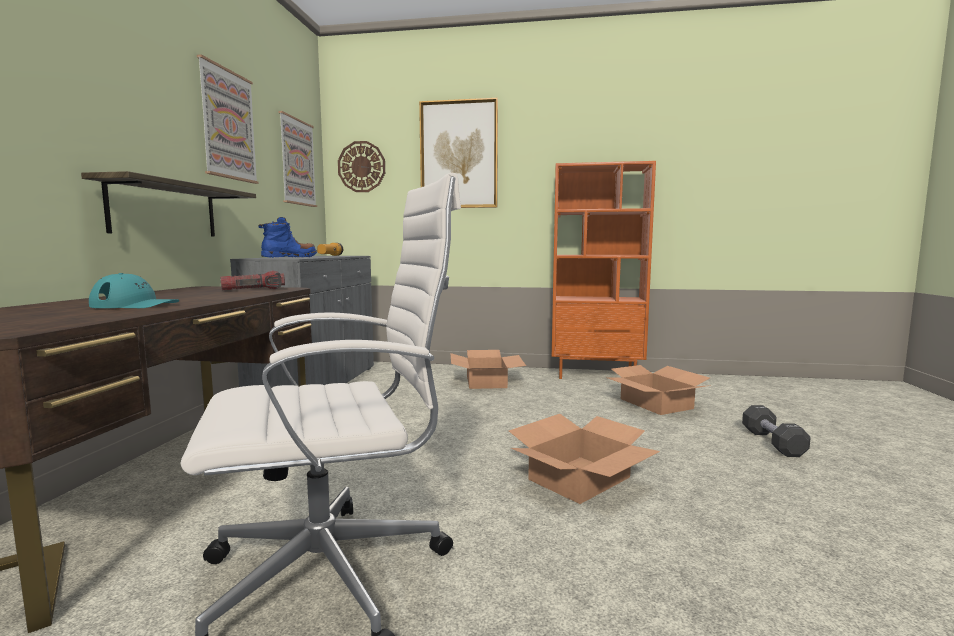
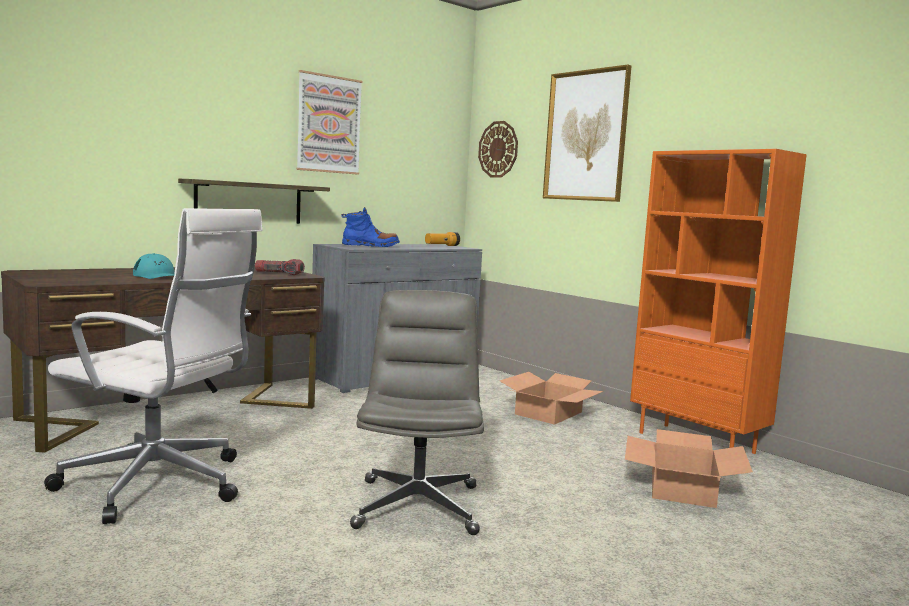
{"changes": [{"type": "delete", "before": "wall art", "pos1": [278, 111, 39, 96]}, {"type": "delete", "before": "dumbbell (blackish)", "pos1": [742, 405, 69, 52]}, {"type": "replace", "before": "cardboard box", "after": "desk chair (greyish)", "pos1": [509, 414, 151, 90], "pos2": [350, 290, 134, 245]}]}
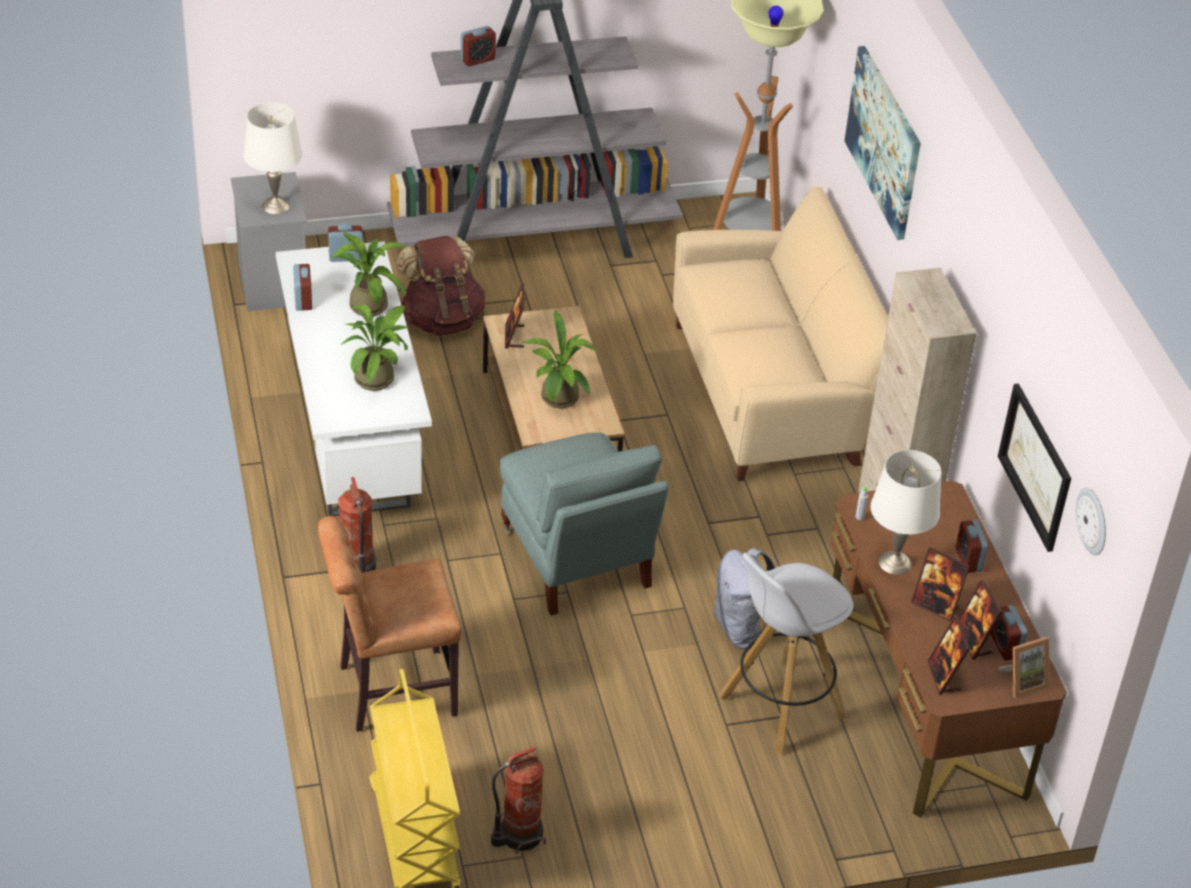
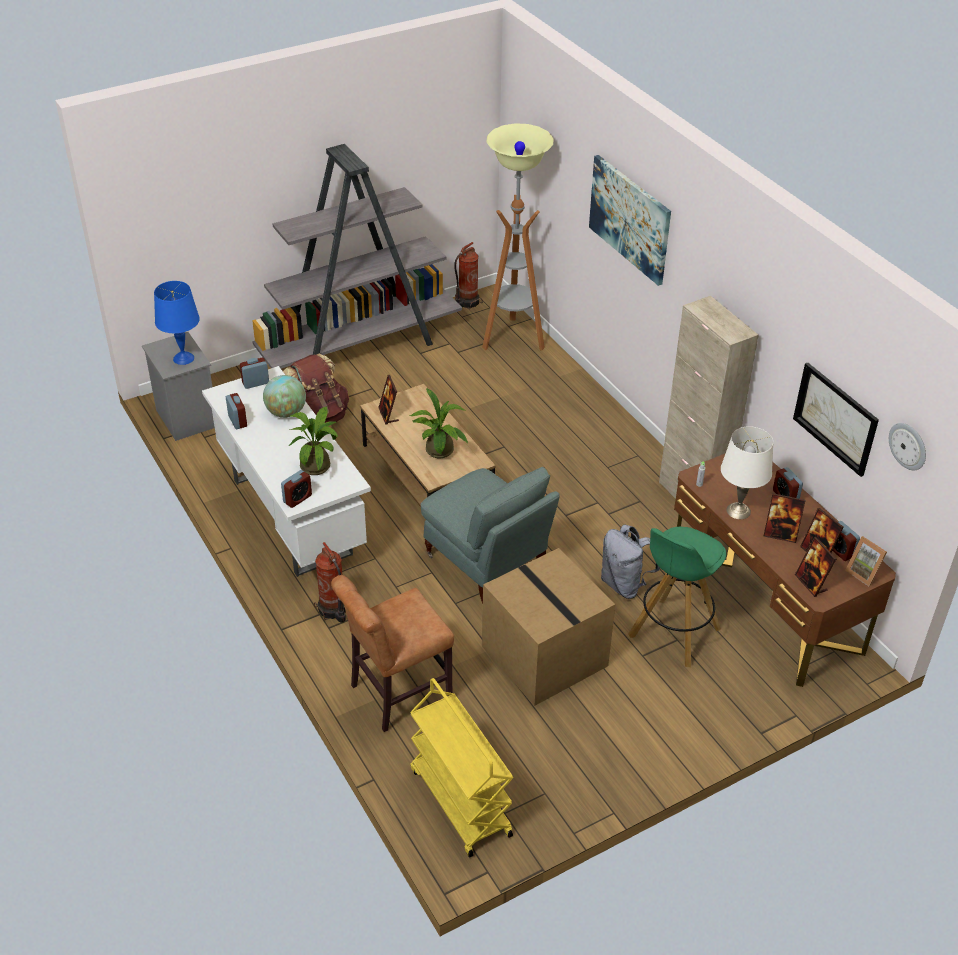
{"changes": [{"type": "delete", "before": "settee (beige-coloured)", "pos1": [673, 186, 215, 295]}, {"type": "insert", "after": "cardboard box", "pos2": [482, 548, 133, 158]}, {"type": "move", "before": "alarm clock", "pos1": [461, 26, 35, 40], "pos2": [281, 470, 31, 38]}, {"type": "move", "before": "fire-fighting cylinder", "pos1": [491, 747, 55, 107], "pos2": [454, 242, 28, 67]}, {"type": "replace", "before": "houseplant", "after": "world globe", "pos1": [330, 232, 77, 85], "pos2": [263, 375, 43, 43]}, {"type": "recolor", "before": "table lamp (whitish)", "after": "table lamp (bluish)", "pos1": [244, 102, 58, 112], "pos2": [154, 281, 46, 84]}, {"type": "recolor", "before": "sitting stool (whitish)", "after": "sitting stool (green-coloured)", "pos1": [720, 553, 134, 202], "pos2": [628, 527, 98, 140]}, {"type": "rotate", "before": "photo frame", "pos1": [999, 636, 50, 62], "pos2": [845, 536, 42, 50], "turn": 90}]}
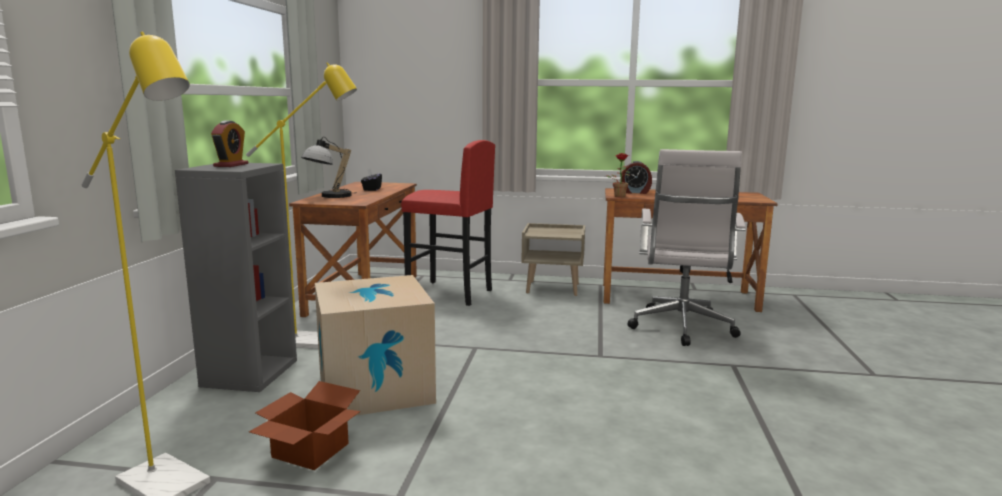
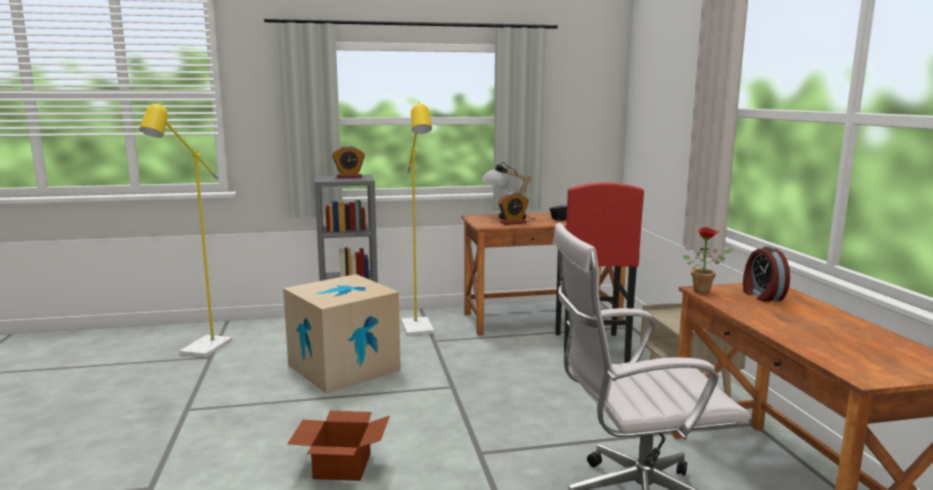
{"changes": [{"type": "insert", "after": "alarm clock", "pos2": [498, 192, 31, 33]}, {"type": "move", "before": "cardboard box", "pos1": [249, 381, 112, 89], "pos2": [287, 411, 103, 70]}]}
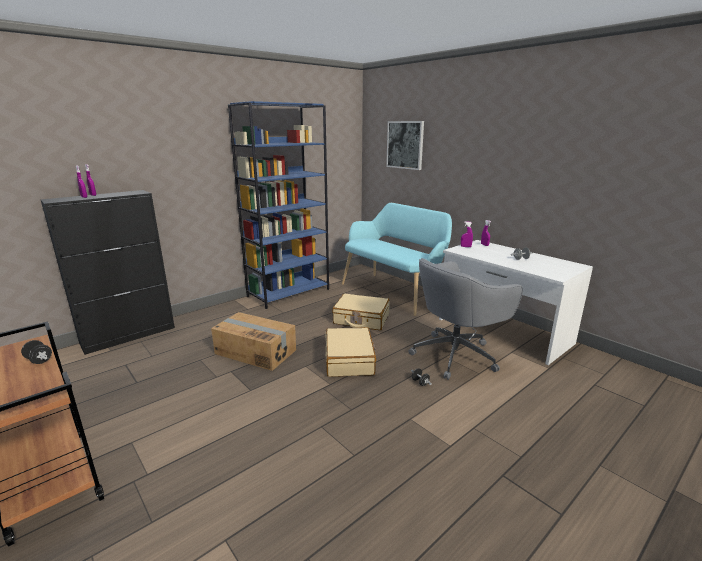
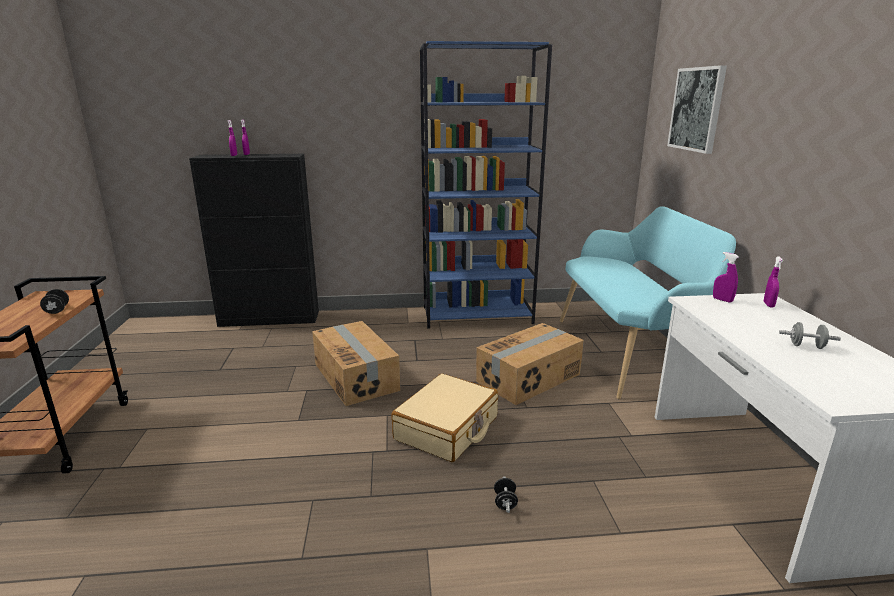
{"changes": [{"type": "delete", "before": "desk chair (greyish)", "pos1": [409, 258, 114, 122]}, {"type": "replace", "before": "suitcase (beige-coloured)", "after": "cardboard box", "pos1": [332, 293, 58, 37], "pos2": [476, 323, 108, 82]}]}
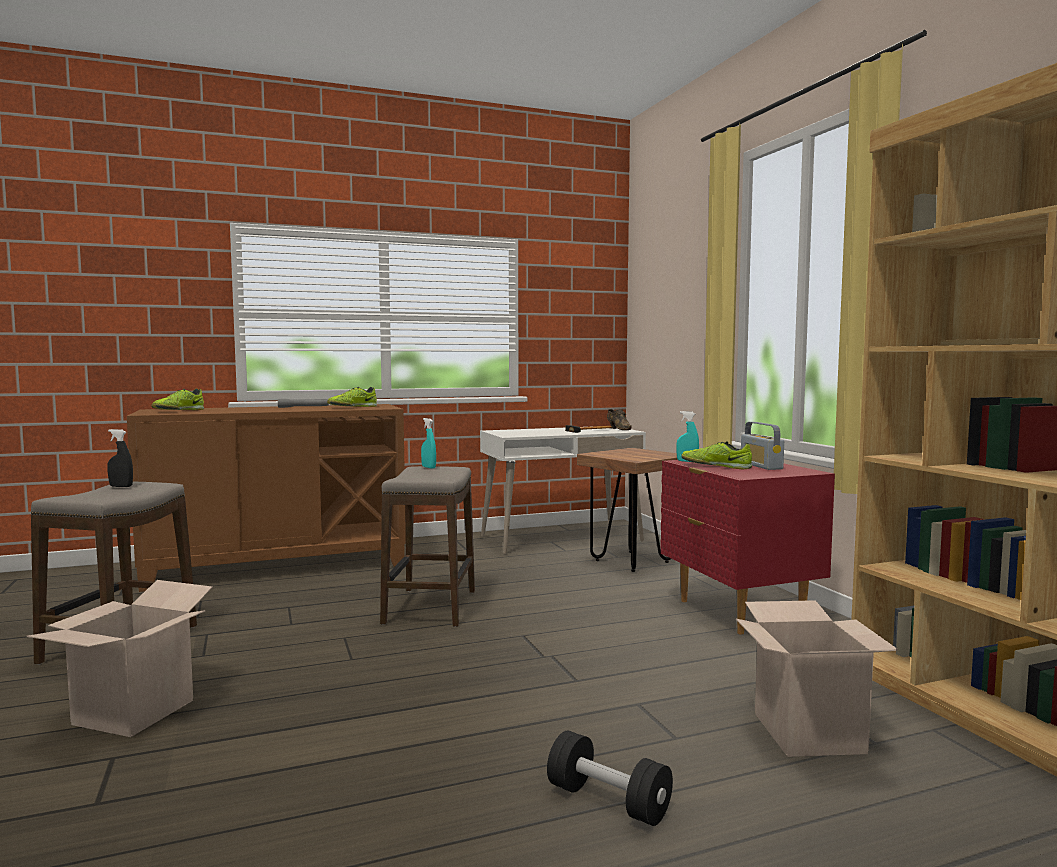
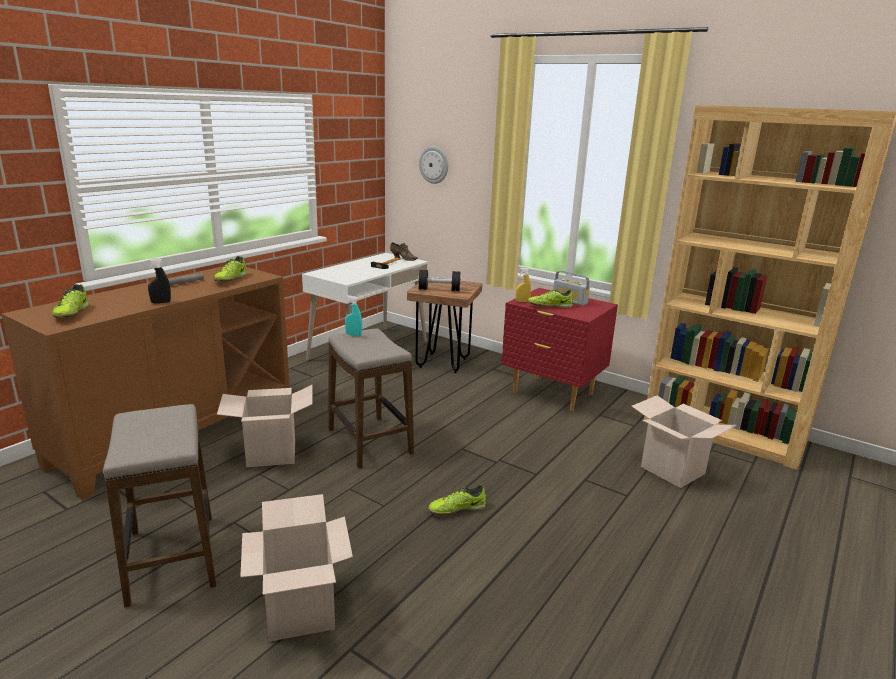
{"changes": [{"type": "insert", "after": "cardboard box", "pos2": [217, 385, 96, 82]}, {"type": "insert", "after": "wall clock", "pos2": [419, 146, 29, 38]}, {"type": "insert", "after": "low shoe", "pos2": [428, 484, 58, 31]}, {"type": "move", "before": "spray bottle (blackish)", "pos1": [107, 429, 26, 58], "pos2": [147, 258, 24, 46]}, {"type": "move", "before": "dumbbell (blackish)", "pos1": [547, 731, 126, 95], "pos2": [418, 270, 43, 21]}, {"type": "recolor", "before": "spray bottle (blue-green)", "after": "spray bottle (yellow-coloured)", "pos1": [676, 411, 23, 51], "pos2": [516, 268, 15, 34]}]}
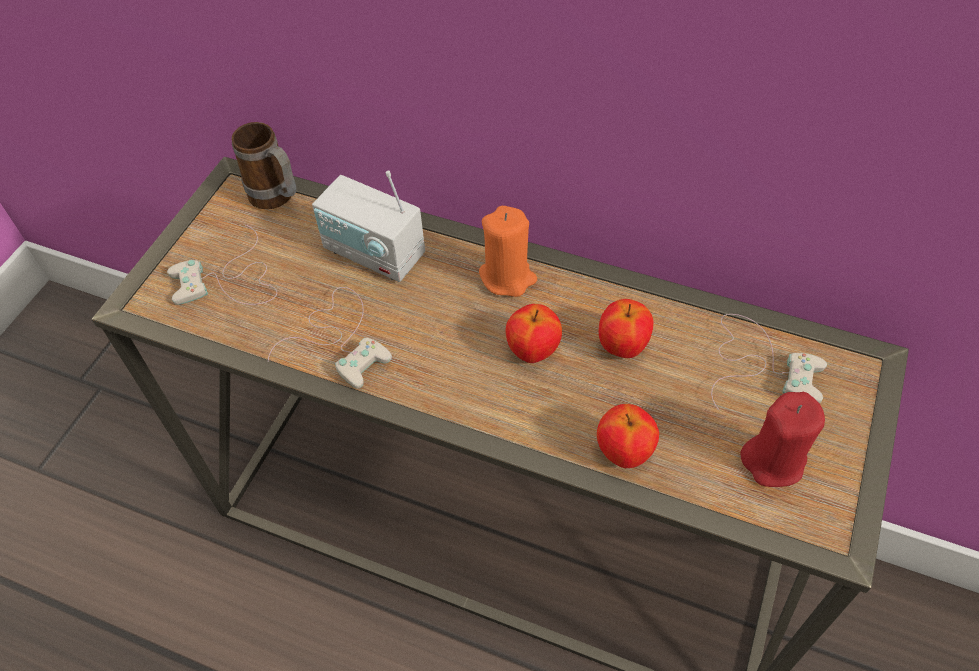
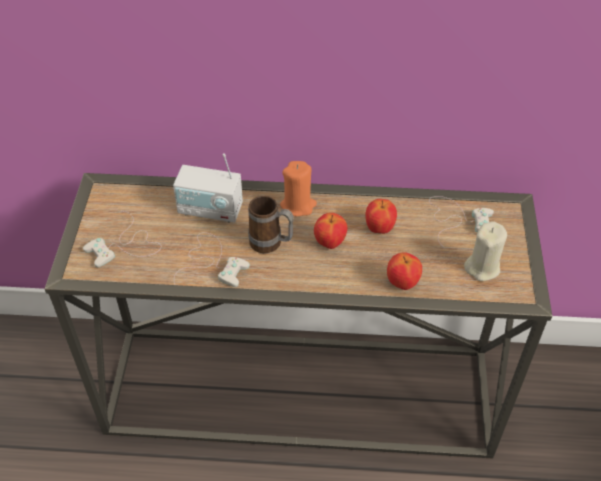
{"changes": [{"type": "move", "before": "mug", "pos1": [231, 122, 66, 87], "pos2": [248, 196, 46, 57]}, {"type": "recolor", "before": "wax light (red)", "after": "wax light (beige-coloured)", "pos1": [740, 392, 85, 95], "pos2": [464, 221, 43, 60]}]}
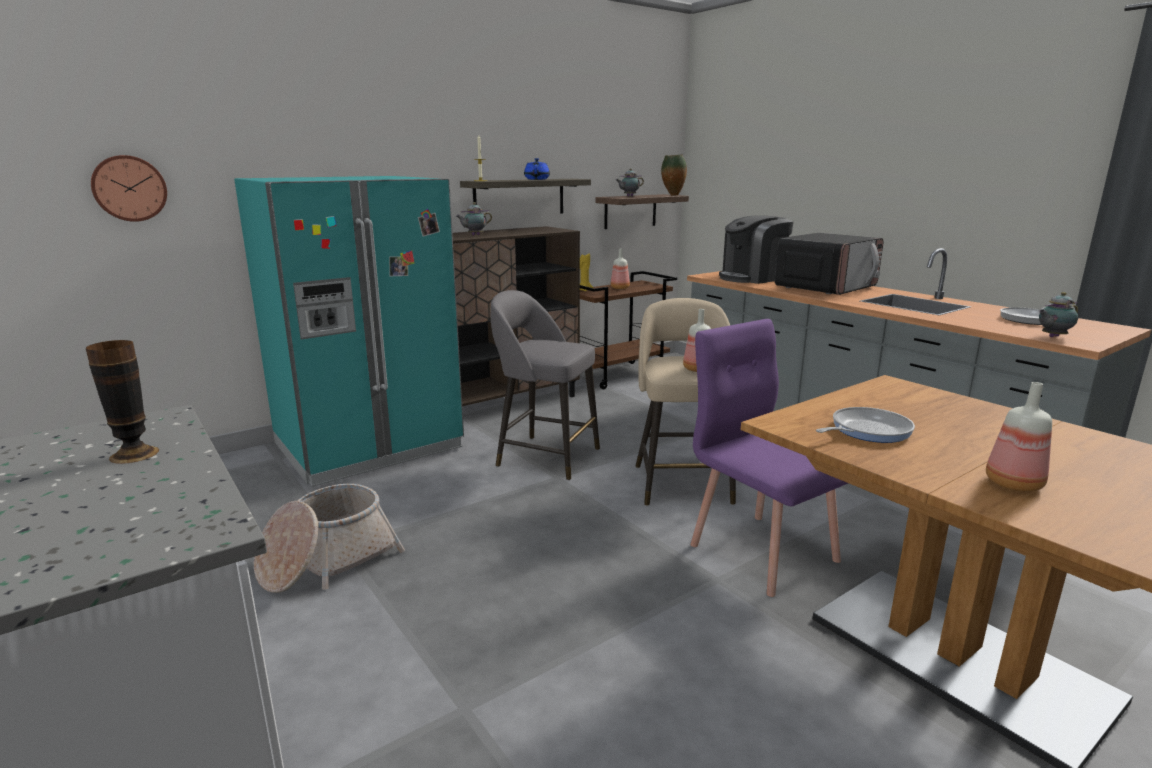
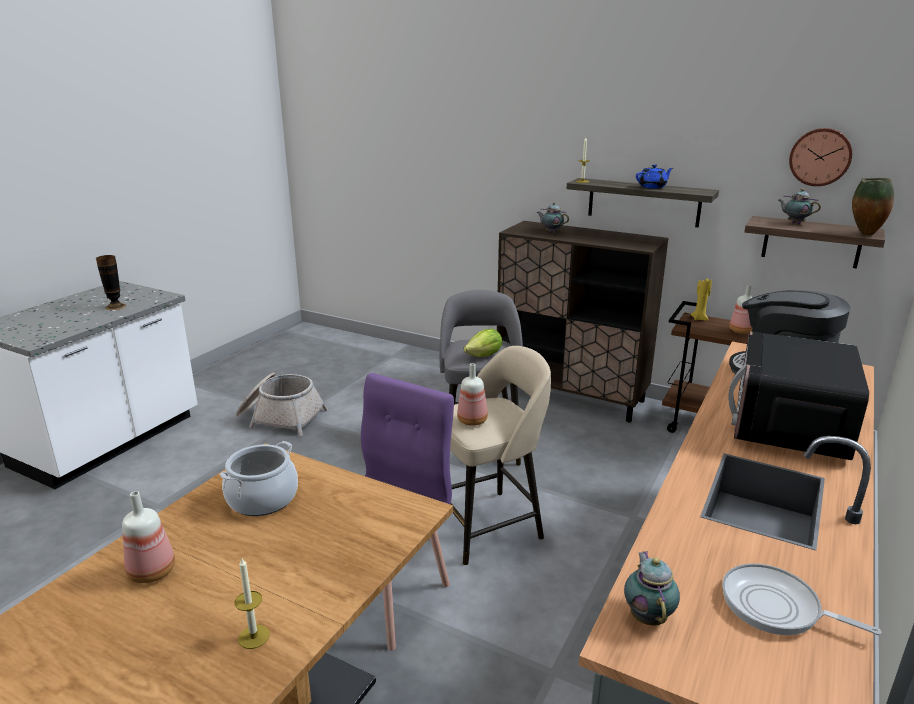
{"changes": [{"type": "delete", "before": "fridge (blue-green)", "pos1": [234, 176, 230, 311]}, {"type": "insert", "after": "wax light", "pos2": [235, 558, 35, 91]}, {"type": "insert", "after": "head of lettuce", "pos2": [464, 329, 38, 28]}, {"type": "move", "before": "wall clock", "pos1": [91, 155, 76, 67], "pos2": [789, 128, 63, 58]}, {"type": "replace", "before": "frying pan", "after": "saucepot", "pos1": [816, 407, 99, 36], "pos2": [220, 441, 78, 75]}, {"type": "rotate", "before": "microwave", "pos1": [775, 233, 108, 62], "pos2": [728, 331, 141, 129], "turn": 90}, {"type": "rotate", "before": "tea pot", "pos1": [1039, 292, 39, 45], "pos2": [624, 551, 56, 75], "turn": 45}]}
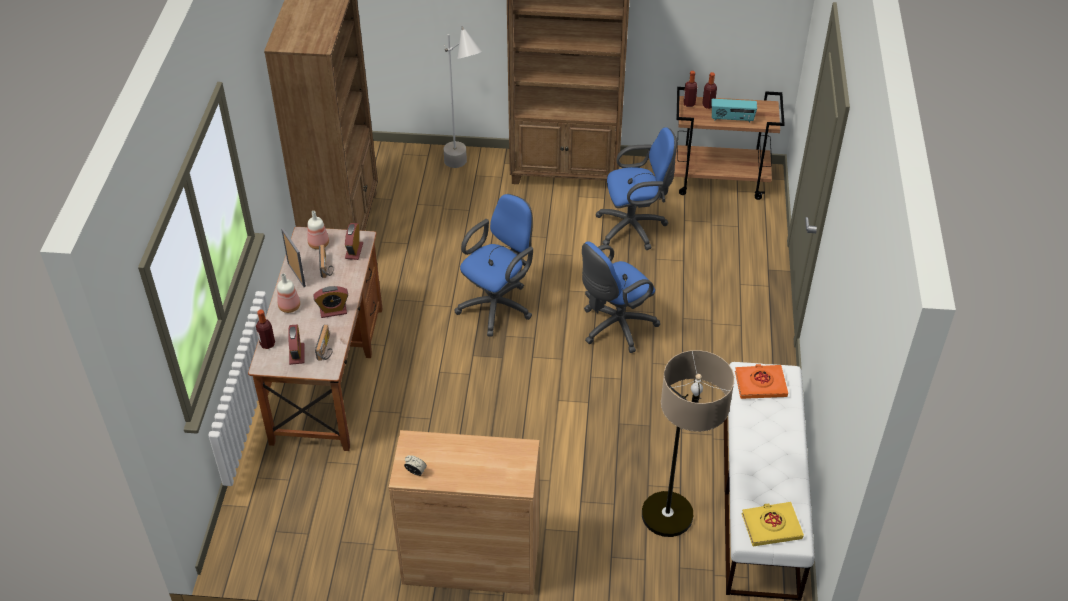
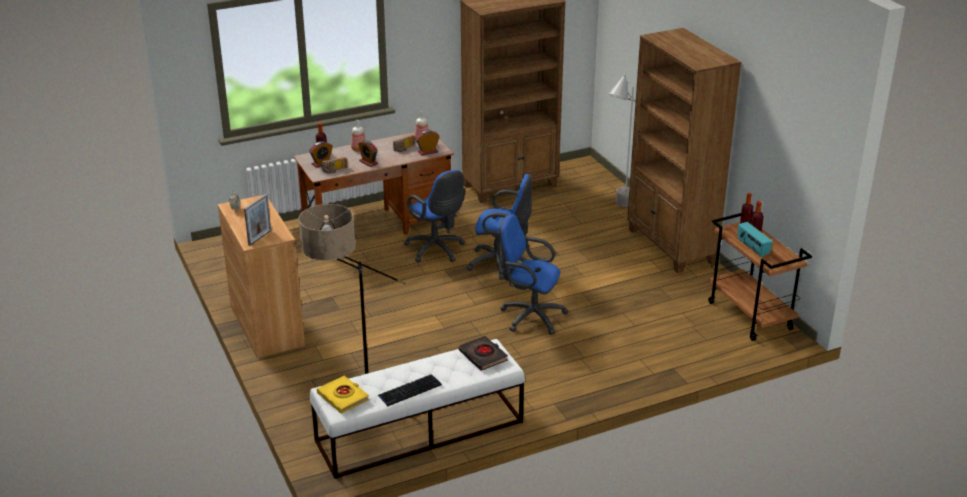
{"changes": [{"type": "insert", "after": "keyboard", "pos2": [377, 374, 65, 33]}, {"type": "move", "before": "photo frame", "pos1": [281, 228, 25, 59], "pos2": [244, 194, 27, 52]}, {"type": "move", "before": "desk chair (bluish)", "pos1": [595, 127, 82, 123], "pos2": [403, 170, 62, 93]}, {"type": "recolor", "before": "bound book (orangey)", "after": "bound book (blackish)", "pos1": [735, 364, 53, 35], "pos2": [459, 336, 49, 35]}]}
